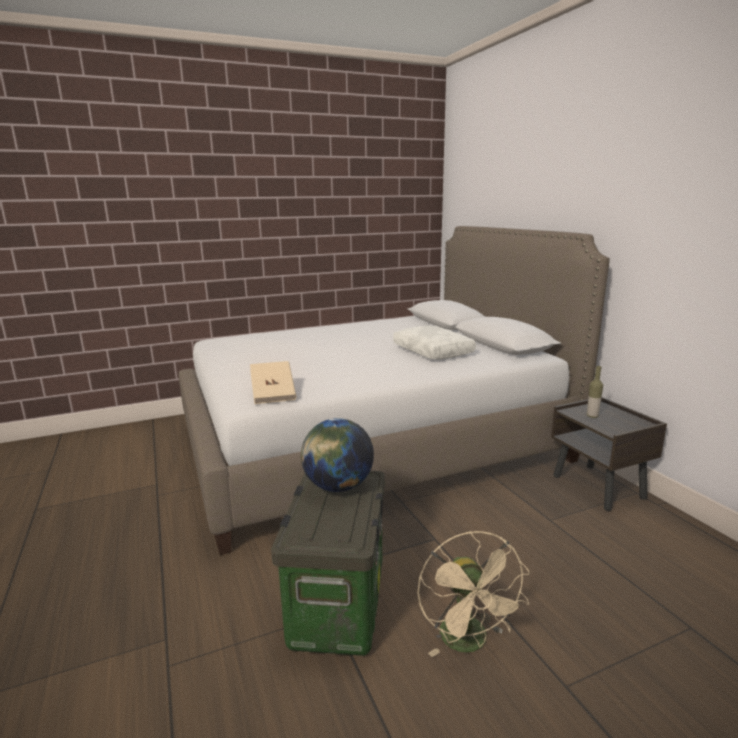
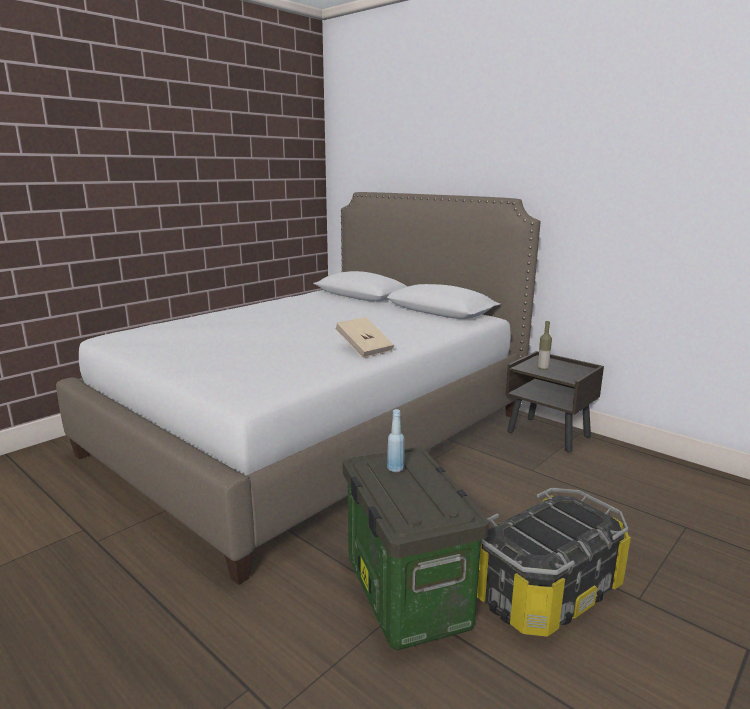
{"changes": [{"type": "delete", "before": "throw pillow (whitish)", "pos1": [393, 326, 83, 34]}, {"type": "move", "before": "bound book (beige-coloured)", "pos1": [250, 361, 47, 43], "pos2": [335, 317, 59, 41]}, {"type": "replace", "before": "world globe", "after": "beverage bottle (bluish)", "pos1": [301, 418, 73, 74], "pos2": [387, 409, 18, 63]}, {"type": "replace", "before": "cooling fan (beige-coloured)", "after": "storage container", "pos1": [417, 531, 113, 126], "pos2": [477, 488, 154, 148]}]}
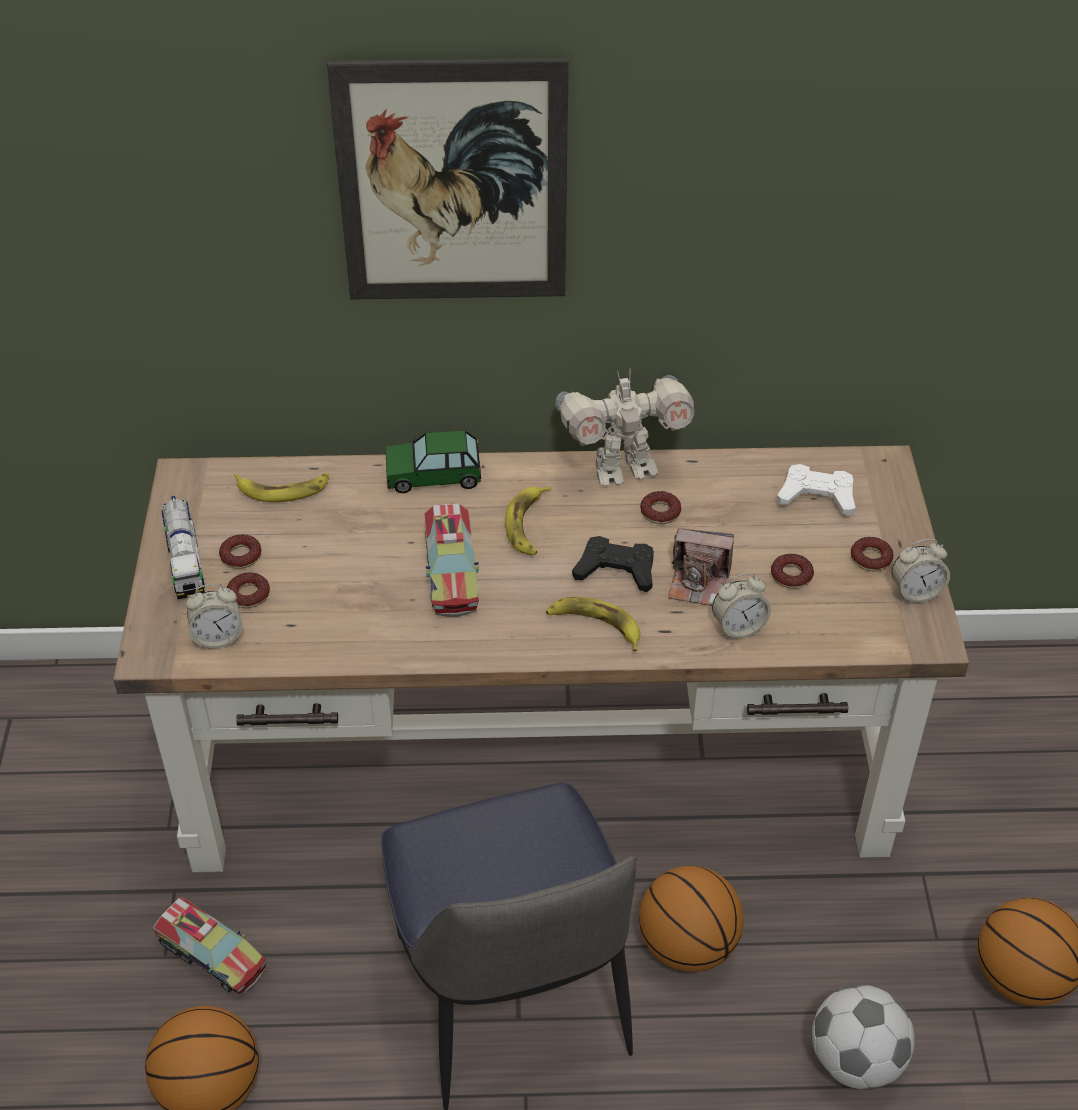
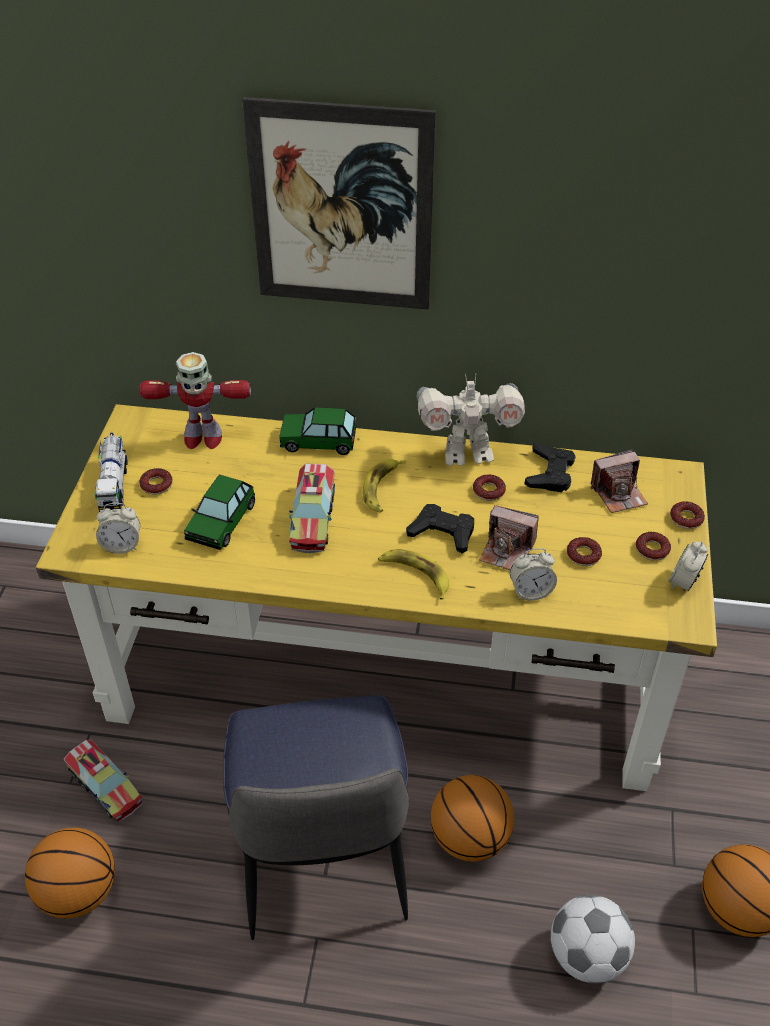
{"changes": [{"type": "insert", "after": "miniature car", "pos2": [184, 475, 71, 75]}, {"type": "insert", "after": "game controller (blackish)", "pos2": [525, 443, 51, 49]}, {"type": "move", "before": "donut", "pos1": [227, 572, 43, 36], "pos2": [670, 501, 35, 28]}, {"type": "replace", "before": "whole banana", "after": "robot figure", "pos1": [234, 473, 95, 29], "pos2": [139, 352, 112, 97]}, {"type": "replace", "before": "game controller (whitish)", "after": "photo camera", "pos1": [777, 464, 79, 52], "pos2": [591, 449, 57, 64]}, {"type": "recolor", "before": "desk unit (brown)", "after": "desk unit (yellow-coloured)", "pos1": [113, 445, 856, 428], "pos2": [36, 404, 681, 387]}, {"type": "rotate", "before": "alarm clock", "pos1": [892, 539, 58, 64], "pos2": [668, 541, 40, 50], "turn": 120}]}
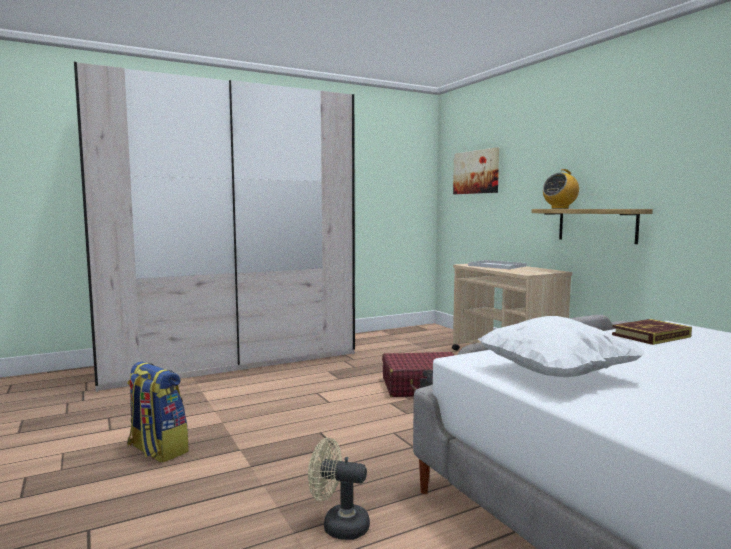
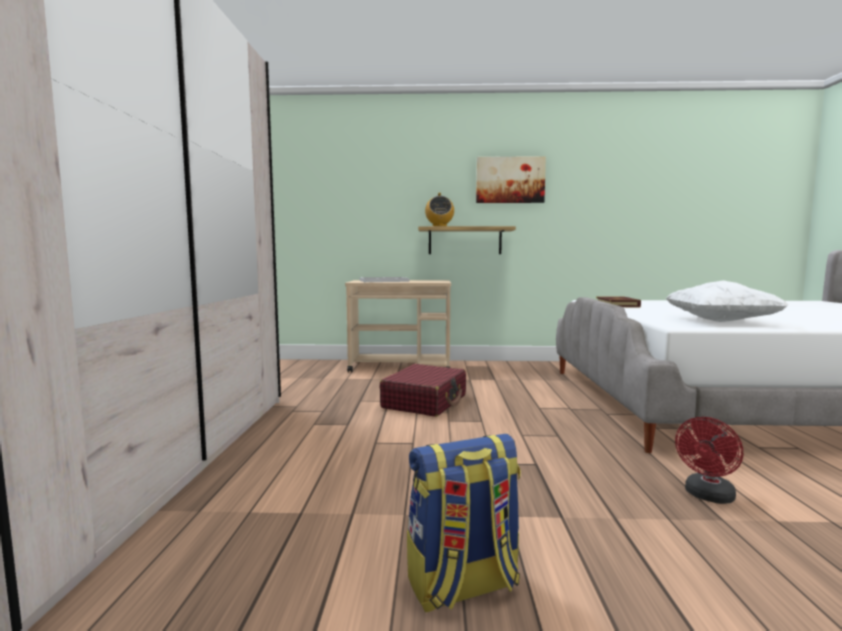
{"changes": [{"type": "move", "before": "wall art", "pos1": [453, 147, 46, 47], "pos2": [476, 156, 70, 47]}, {"type": "recolor", "before": "cooling fan (beige-coloured)", "after": "cooling fan (red)", "pos1": [308, 438, 62, 102], "pos2": [675, 417, 68, 87]}]}
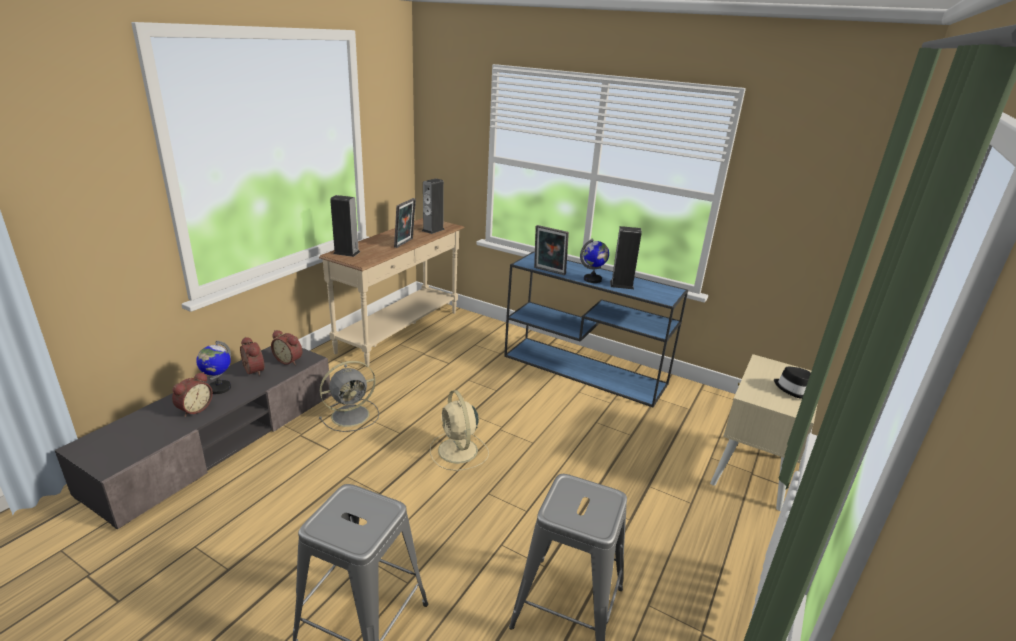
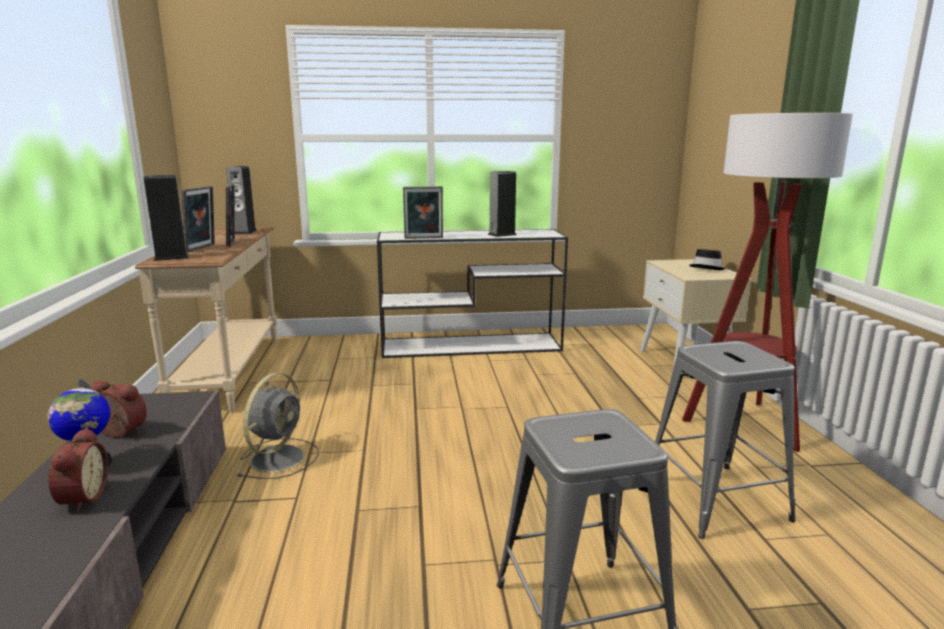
{"changes": [{"type": "delete", "before": "alarm clock", "pos1": [271, 330, 31, 35]}, {"type": "delete", "before": "cooling fan (beige-coloured)", "pos1": [430, 390, 59, 81]}, {"type": "delete", "before": "world globe", "pos1": [580, 238, 29, 45]}, {"type": "insert", "after": "photo frame", "pos2": [181, 186, 34, 66]}, {"type": "insert", "after": "standard lamp", "pos2": [682, 113, 171, 339]}, {"type": "recolor", "before": "narrow table (bluish)", "after": "narrow table (whitish)", "pos1": [504, 251, 184, 157], "pos2": [377, 229, 191, 129]}]}
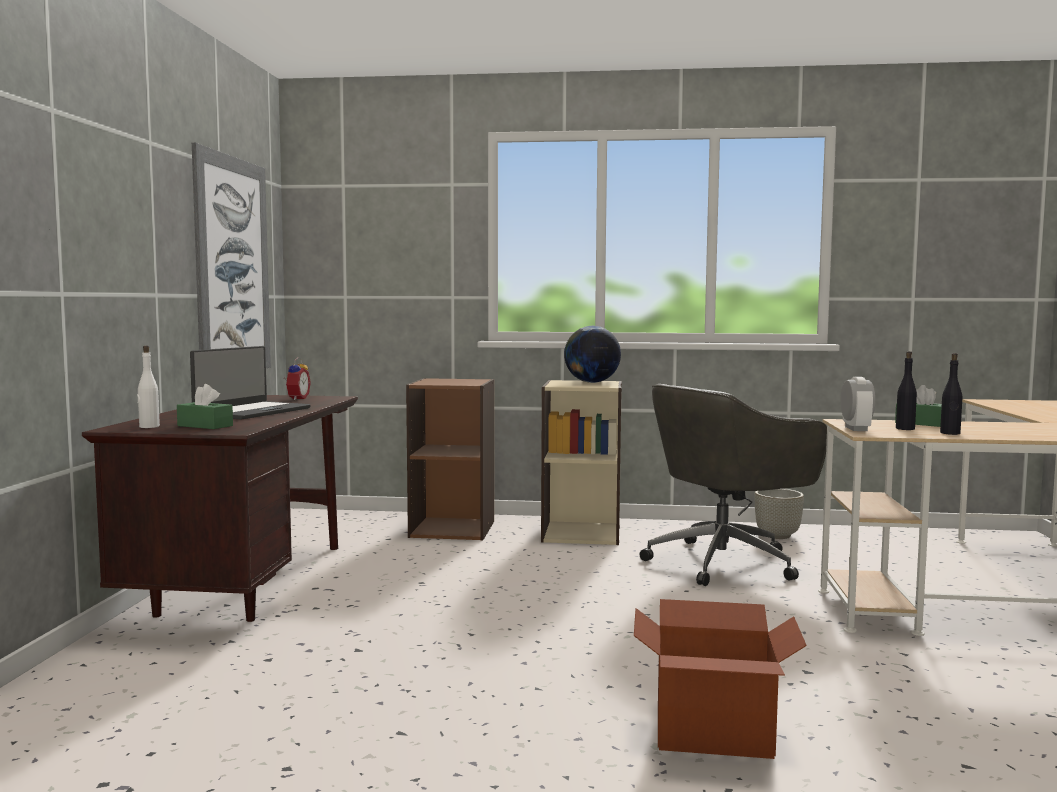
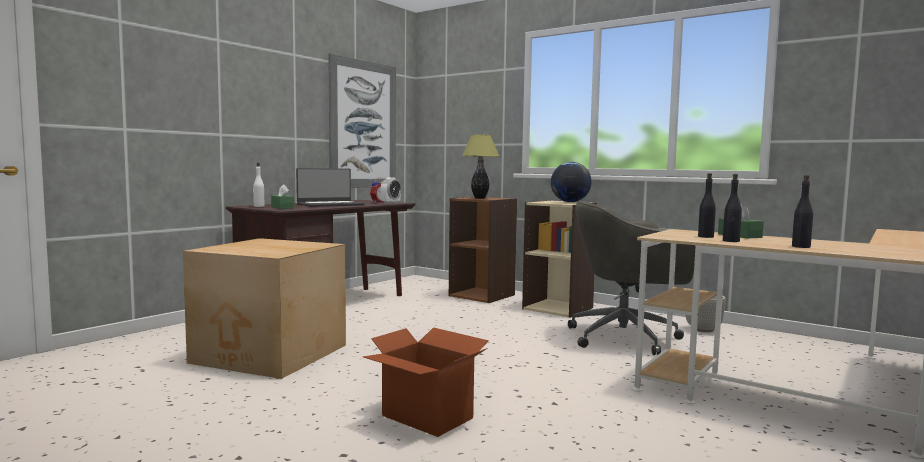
{"changes": [{"type": "insert", "after": "cardboard box", "pos2": [183, 238, 163, 141]}, {"type": "insert", "after": "table lamp", "pos2": [462, 135, 38, 64]}, {"type": "insert", "after": "beverage bottle (blackish)", "pos2": [792, 175, 21, 73]}, {"type": "move", "before": "alarm clock", "pos1": [841, 377, 34, 54], "pos2": [380, 177, 21, 27]}]}
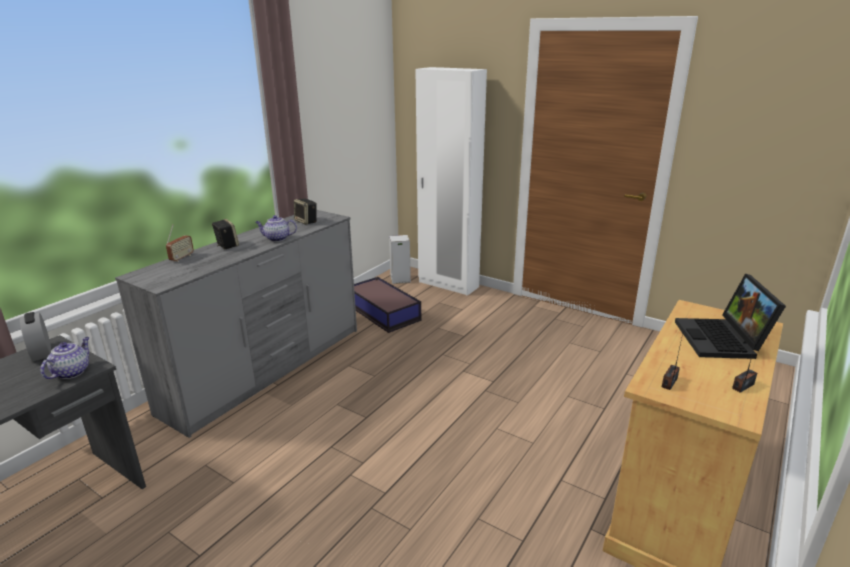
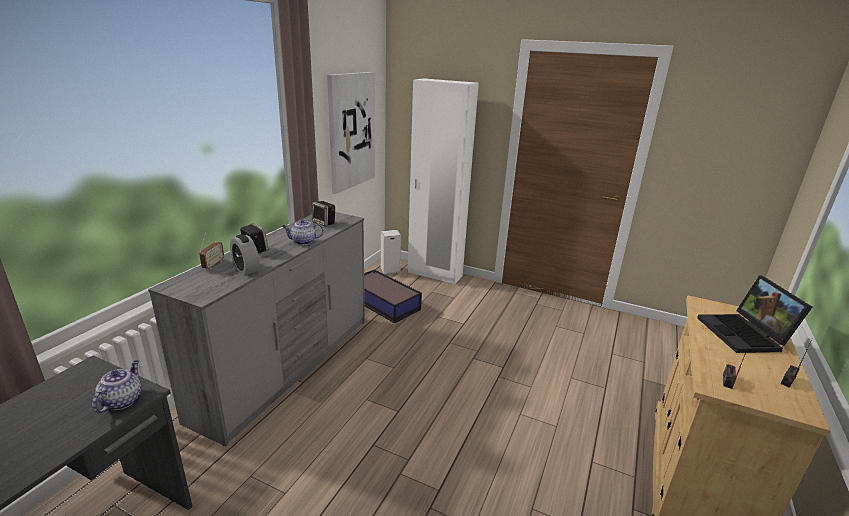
{"changes": [{"type": "insert", "after": "wall art", "pos2": [327, 72, 48, 122]}, {"type": "move", "before": "alarm clock", "pos1": [20, 312, 31, 49], "pos2": [230, 234, 30, 41]}]}
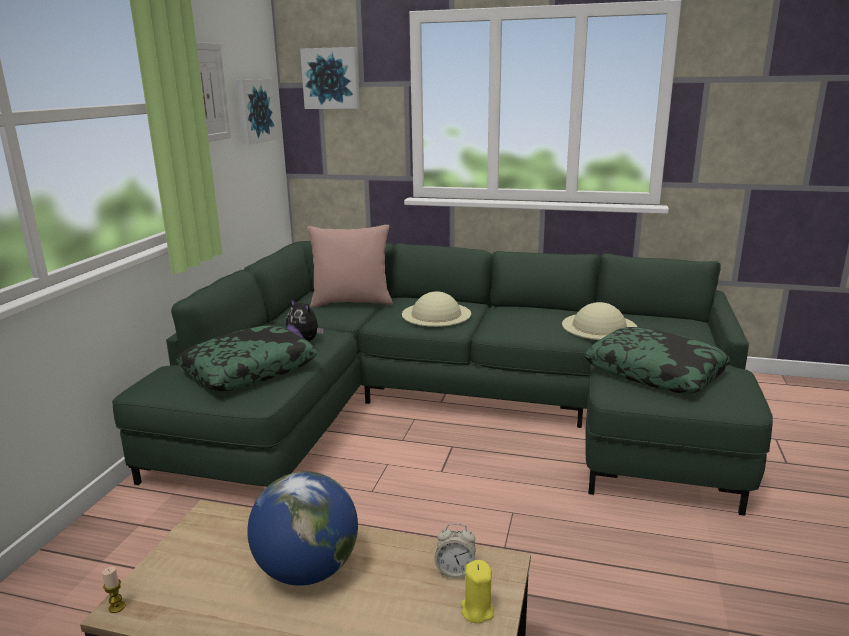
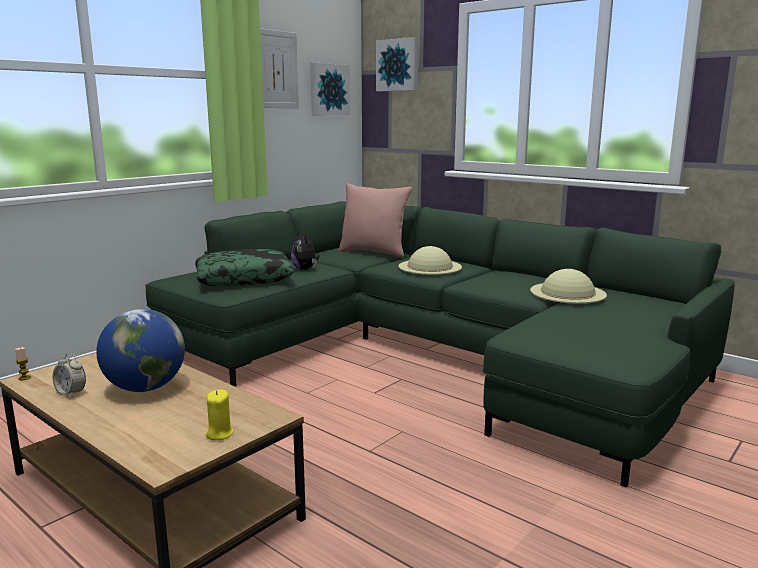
{"changes": [{"type": "delete", "before": "throw pillow", "pos1": [585, 327, 146, 67]}, {"type": "move", "before": "alarm clock", "pos1": [435, 523, 41, 55], "pos2": [53, 353, 33, 45]}]}
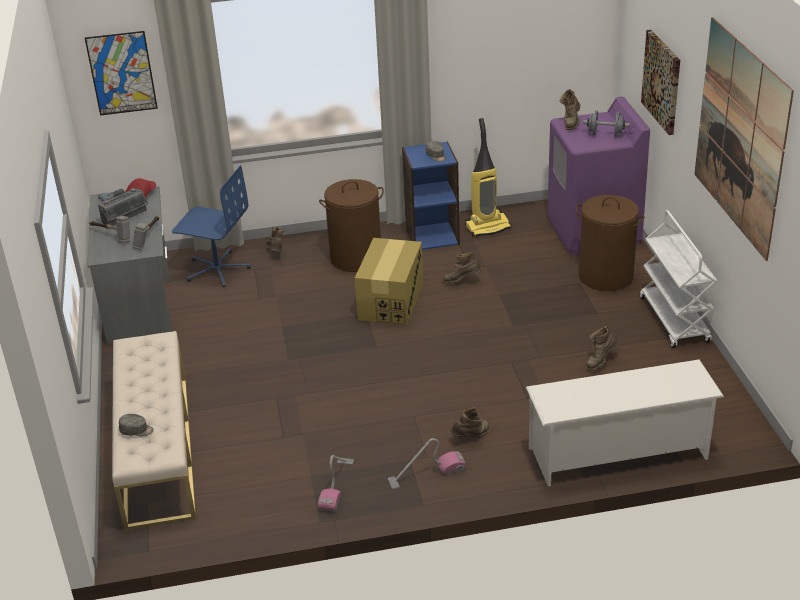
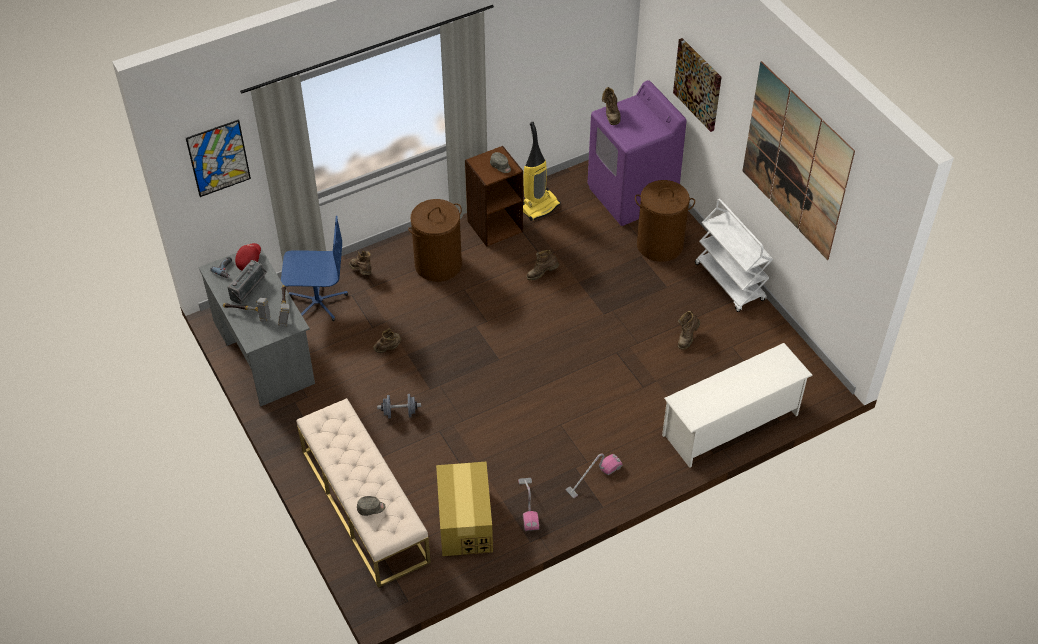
{"changes": [{"type": "move", "before": "cardboard box", "pos1": [355, 238, 68, 87], "pos2": [436, 462, 57, 94]}, {"type": "move", "before": "boot (brown)", "pos1": [450, 408, 40, 30], "pos2": [373, 329, 28, 24]}, {"type": "move", "before": "dumbbell (greyish)", "pos1": [583, 110, 47, 27], "pos2": [377, 394, 44, 25]}, {"type": "recolor", "before": "shelving unit (bluish)", "after": "shelving unit (brown)", "pos1": [402, 141, 58, 109], "pos2": [465, 146, 58, 101]}]}
